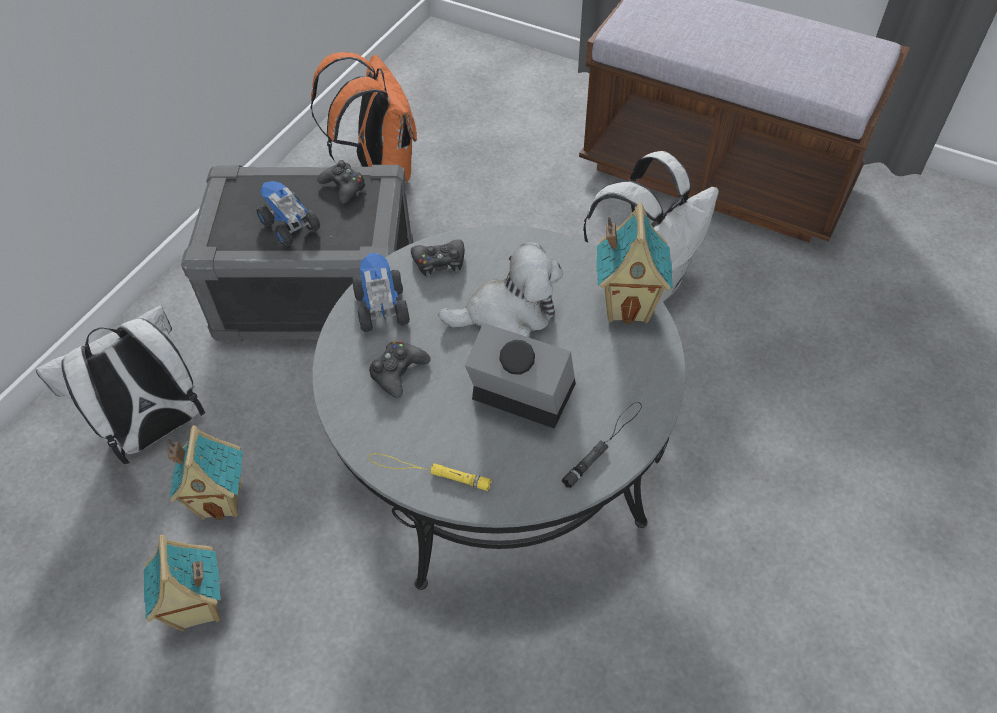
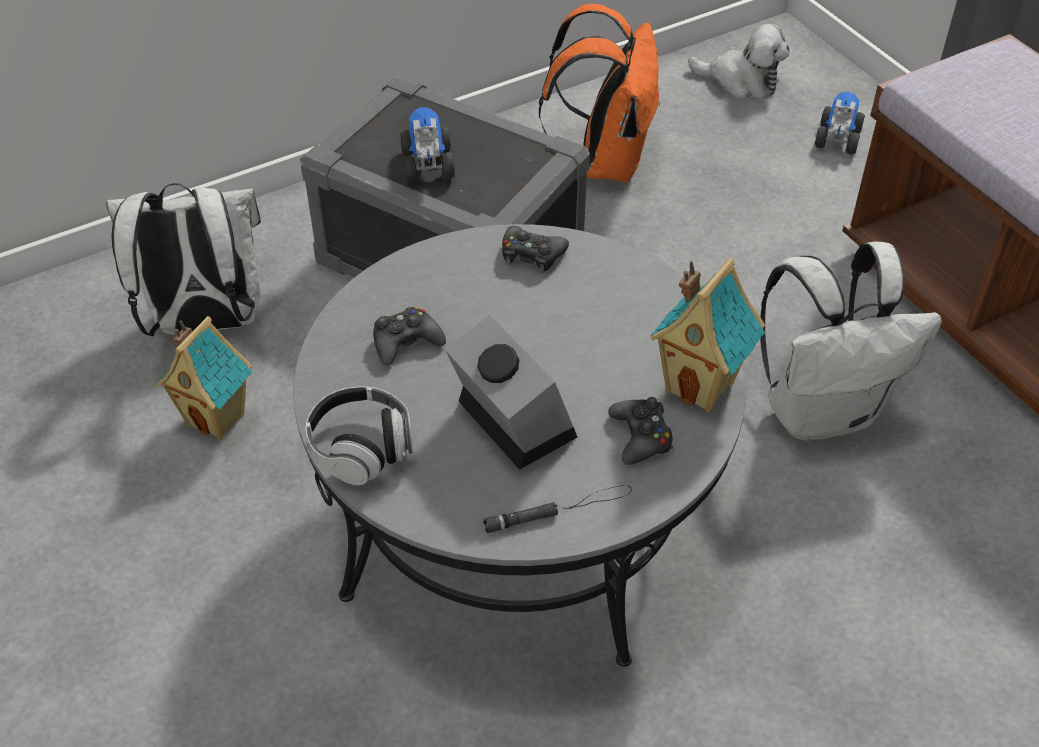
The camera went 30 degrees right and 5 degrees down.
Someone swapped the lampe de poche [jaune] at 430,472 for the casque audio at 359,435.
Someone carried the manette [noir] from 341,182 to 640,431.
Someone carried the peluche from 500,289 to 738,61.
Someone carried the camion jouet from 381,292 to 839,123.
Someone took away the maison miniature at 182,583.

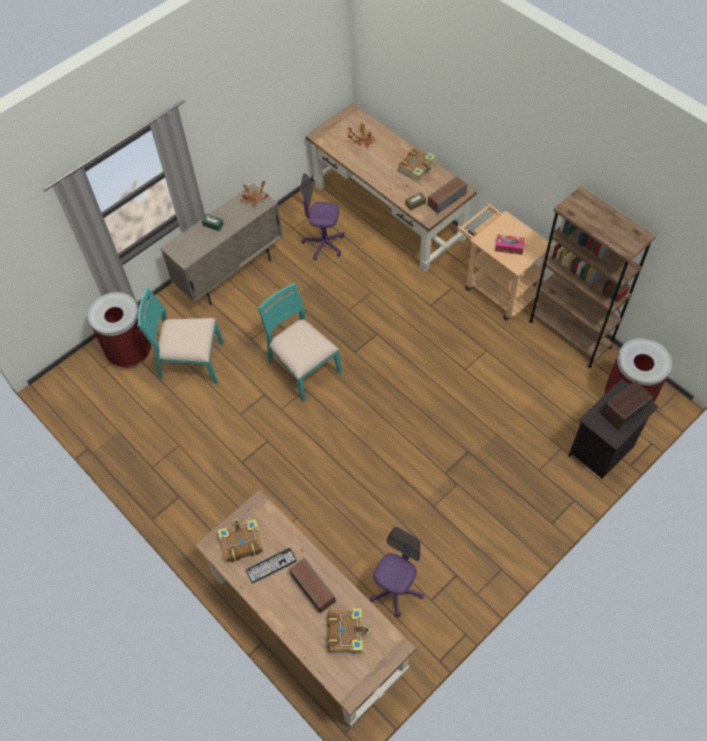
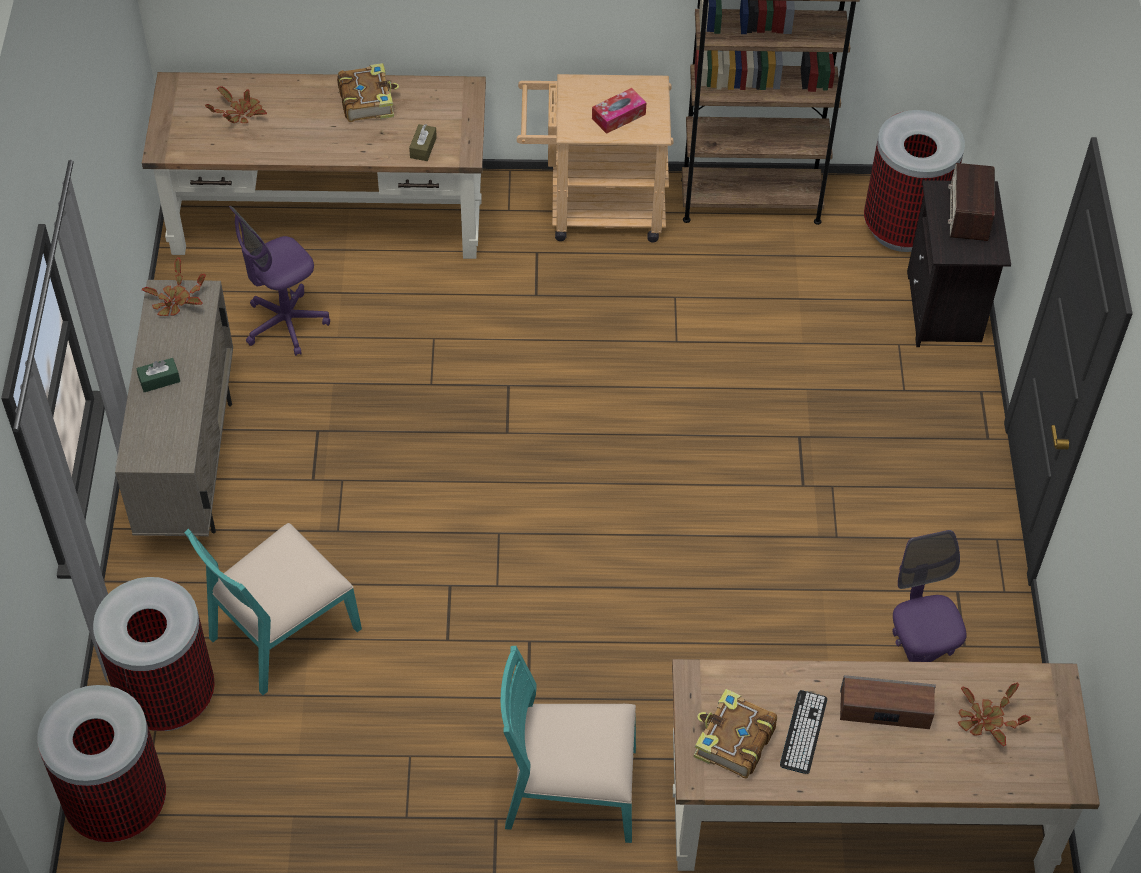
The camera went 50 degrees left and 5 degrees down.
Someone put down the poubelle at 101,763.
Someone carried the chaise [turquoise] from 300,342 to 568,744.
Someone swapped the livre at 349,631 for the plante en pot at 994,714.
Someone took away the enceinte at 447,195.

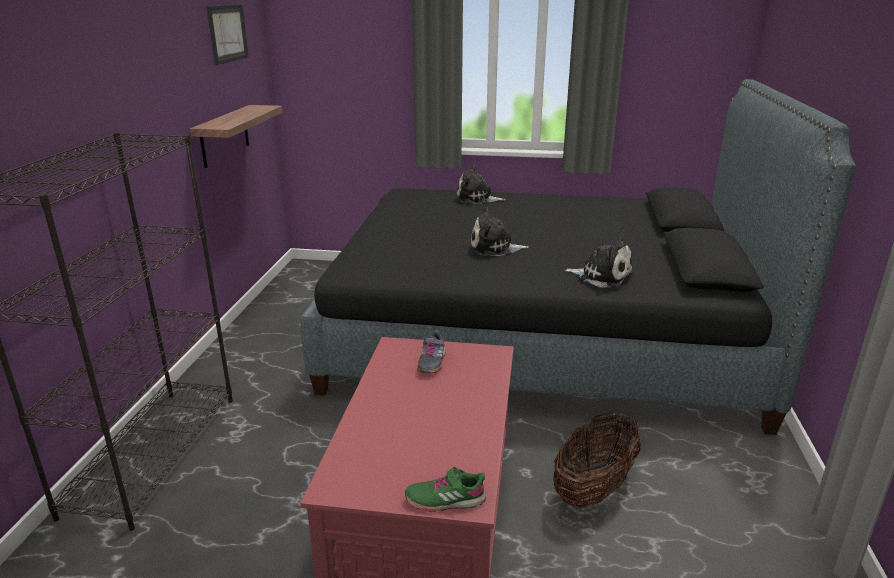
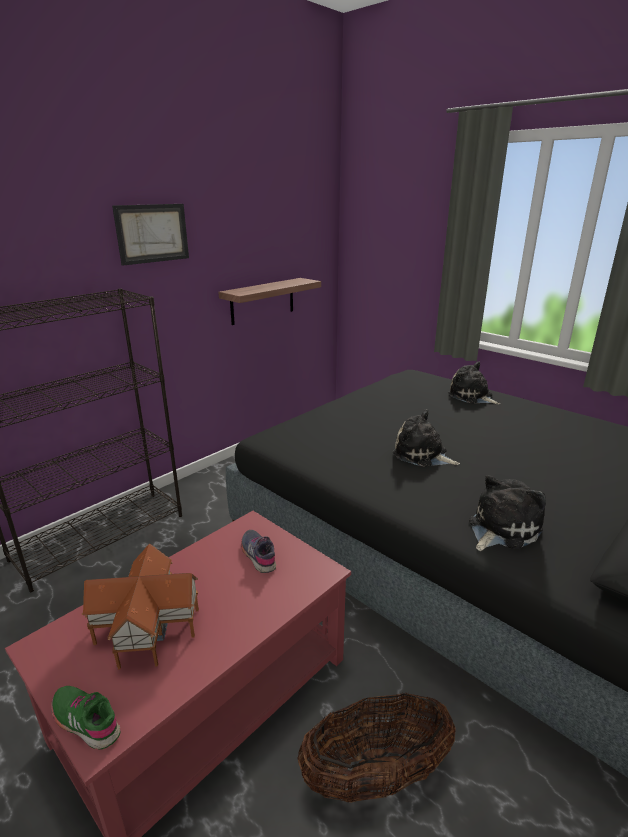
The camera went 35 degrees right and 0 degrees up.
Someone put down the maison miniature at 140,606.
Someone carried the tableau from 228,34 to 150,235.
Someone rotated the chaussure [gris] at 431,351 by 105 degrees clockwise.
Someone rotated the peluche at 599,262 by 105 degrees counterclockwise.

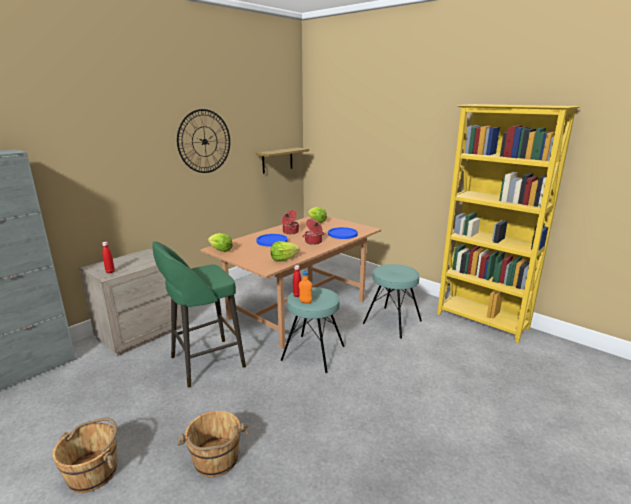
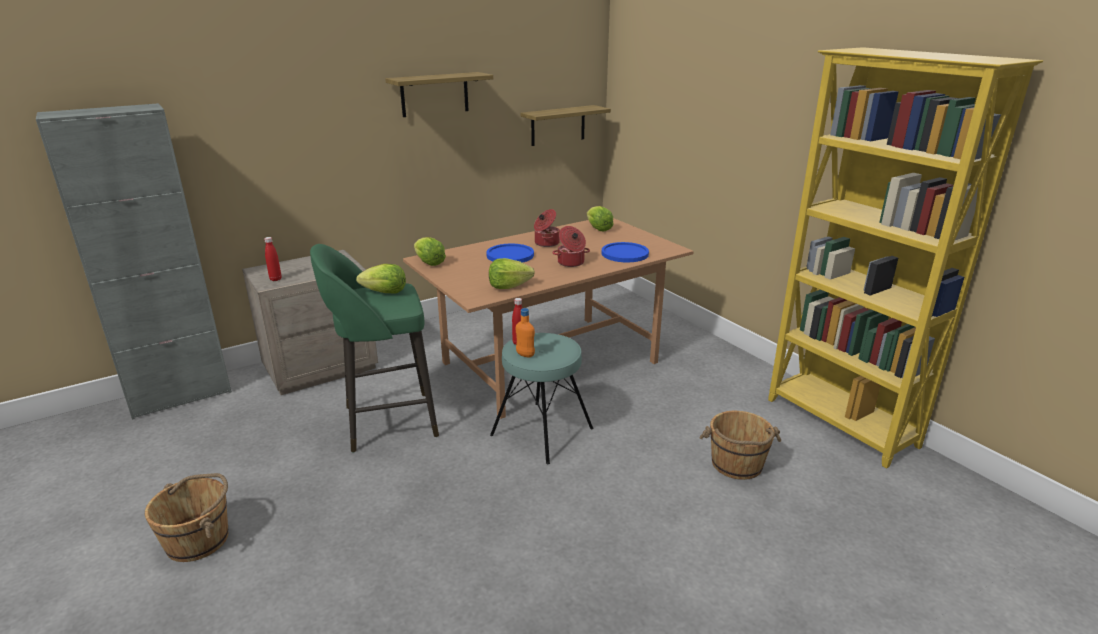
The camera went 15 degrees right and 5 degrees up.
Someone put down the laitue at 381,278.
Someone swapped the horloge murale at 203,141 for the étagère at 439,94.
Someone carried the seau [marron] from 213,444 to 740,445.
Someone took away the tabouret [turquoise] at 392,301.

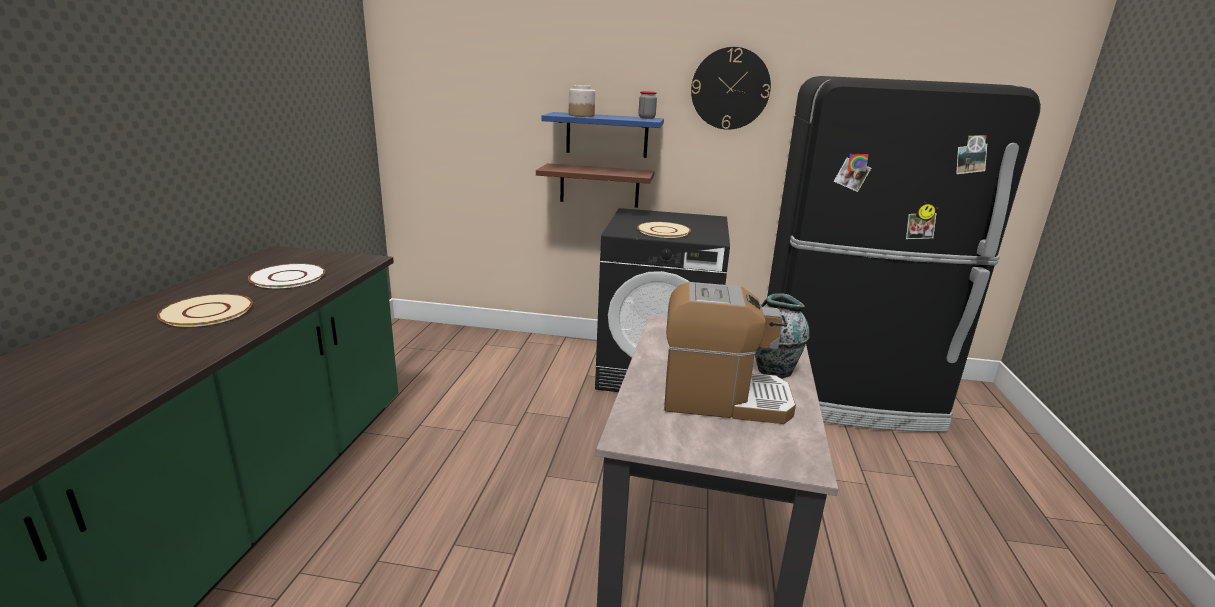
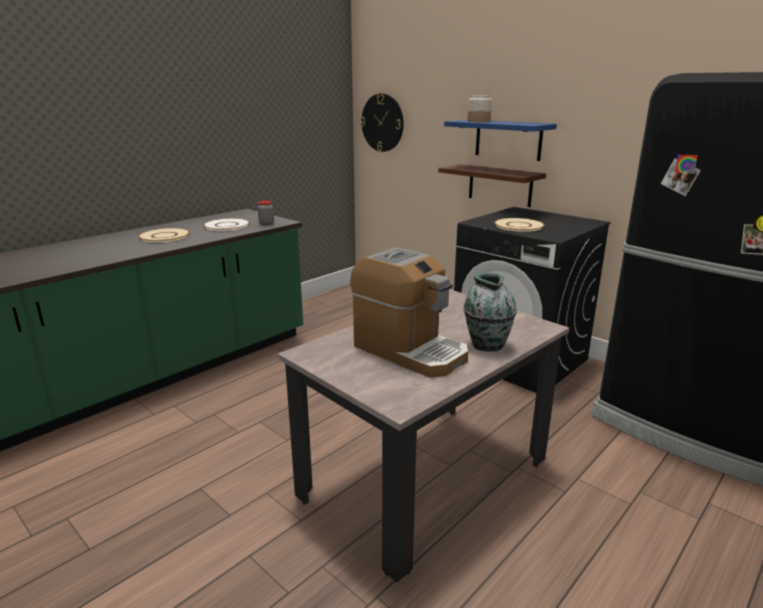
The camera went 35 degrees right and 0 degrees up.
Someone carried the bocal from 647,105 to 266,213.
Someone carried the horloge murale from 731,88 to 382,122.

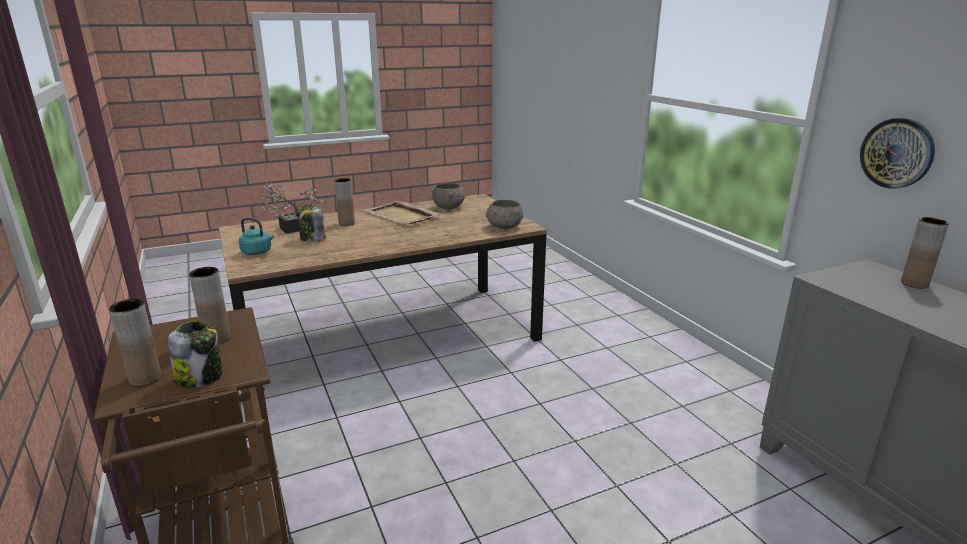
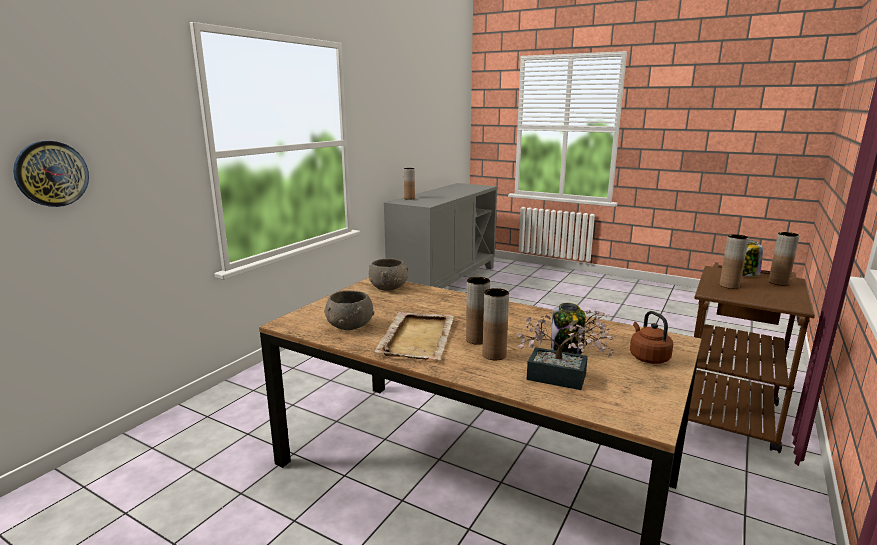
The camera went 125 degrees left and 5 degrees down.
Someone carried the horloge murale from 897,153 to 51,174.
Someone put down the vase [marron] at 478,311.
Someone repainted the bouilloire [turquoise] at 256,236, which became the bouilloire [marron] at 651,337.

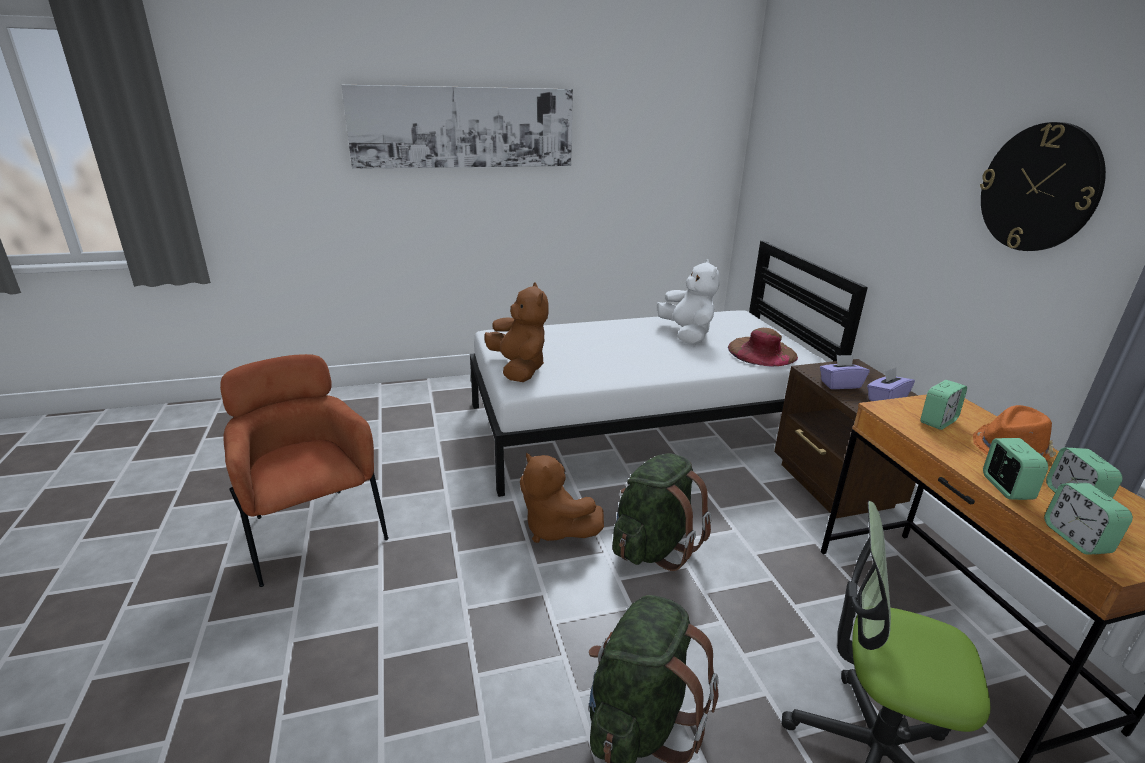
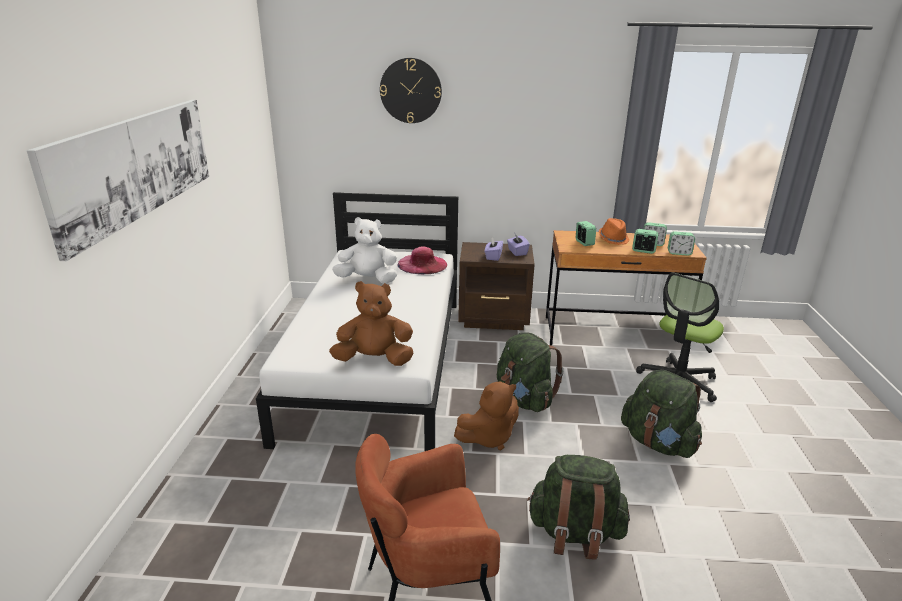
The camera went 70 degrees left and 0 degrees up.
Someone carried the horloge murale from 1043,186 to 411,90.
Someone repainted the chapeau [marron] at 763,347, which became the chapeau [rose] at 422,260.
Someone put down the sac à dos [vert] at 578,507.

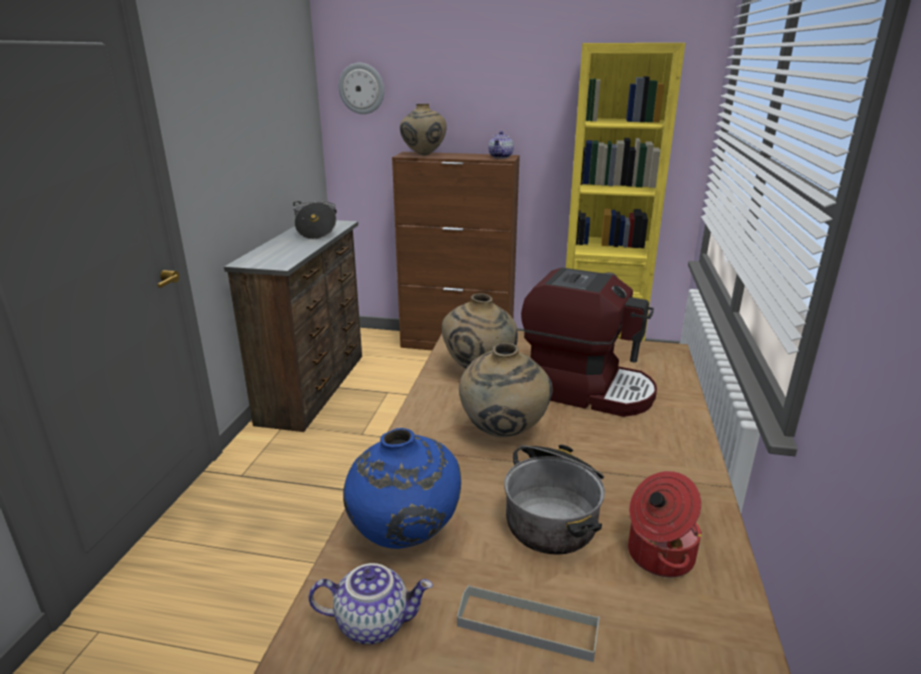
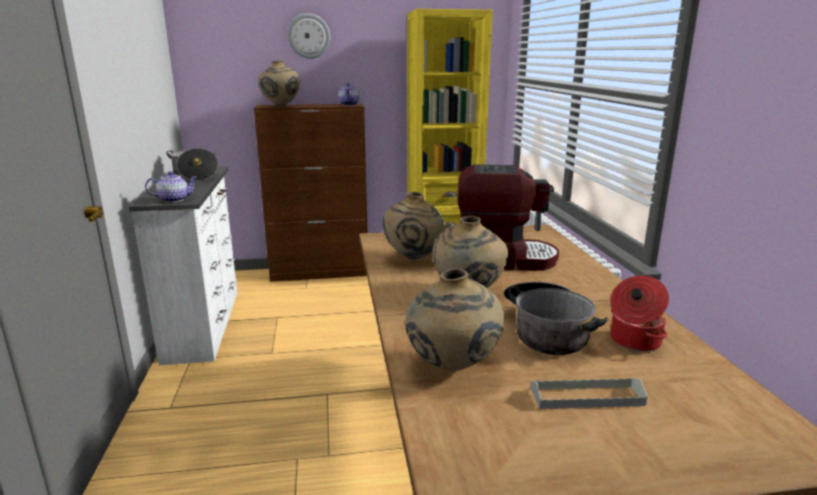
The camera went 20 degrees left and 5 degrees down.
Someone repainted the commode [marron] at 293,326, which became the commode [blanc] at 183,266.
Someone carried the théière from 371,603 to 171,186.
Someone carried the horloge murale from 361,88 to 309,36.
Someone repainted the vase [bleu] at 402,488, which became the vase [beige] at 455,320.

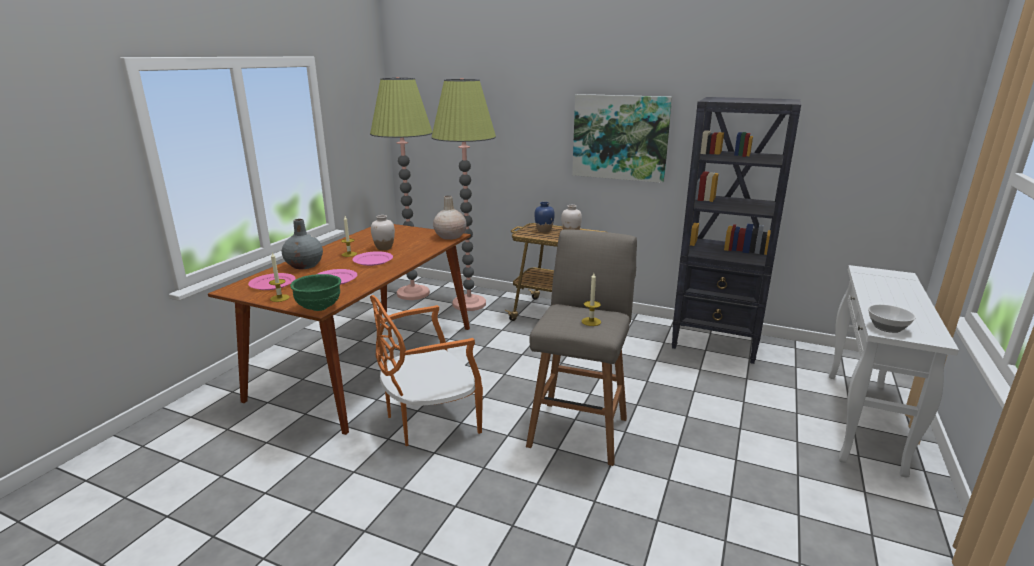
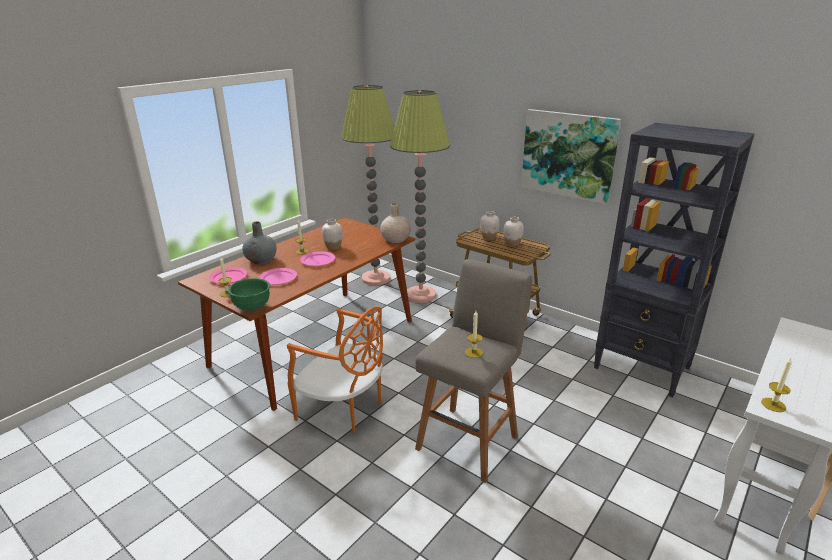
The camera went 15 degrees right and 5 degrees up.
Someone rotated the chaise [orange] at 426,370 by 135 degrees counterclockwise.
Someone repainted the vase [bleu] at 544,217, which became the vase [blanc] at 489,225.
Someone swapped the bol at 892,318 for the bougie at 776,384.

